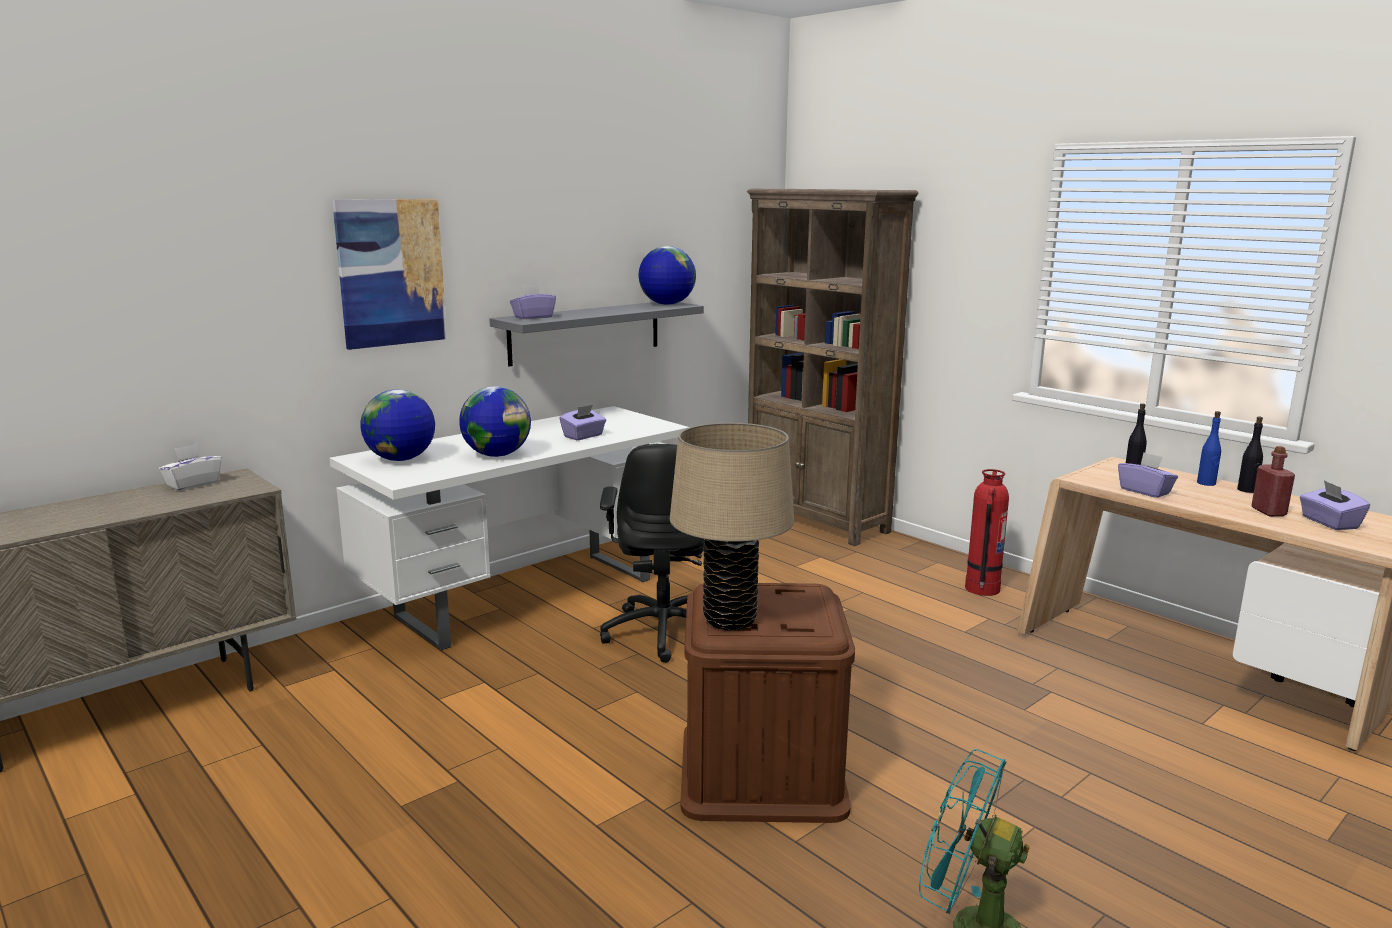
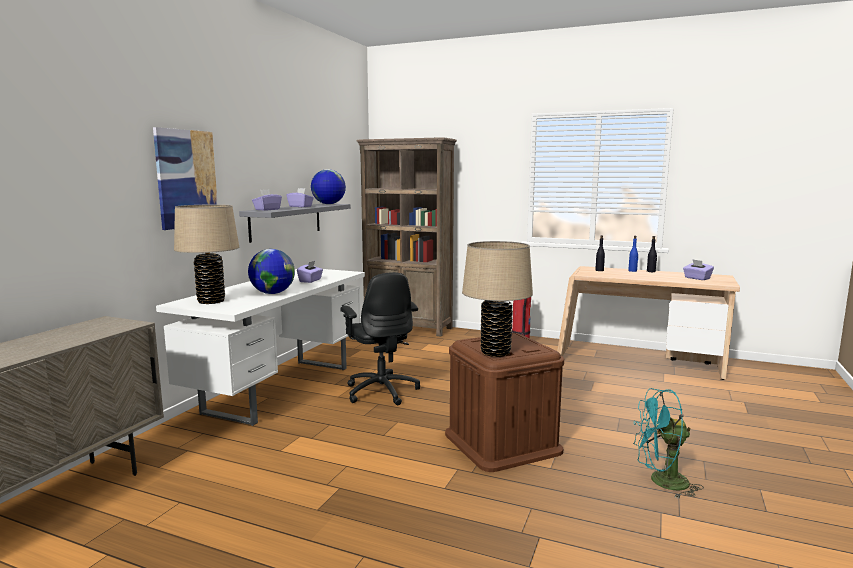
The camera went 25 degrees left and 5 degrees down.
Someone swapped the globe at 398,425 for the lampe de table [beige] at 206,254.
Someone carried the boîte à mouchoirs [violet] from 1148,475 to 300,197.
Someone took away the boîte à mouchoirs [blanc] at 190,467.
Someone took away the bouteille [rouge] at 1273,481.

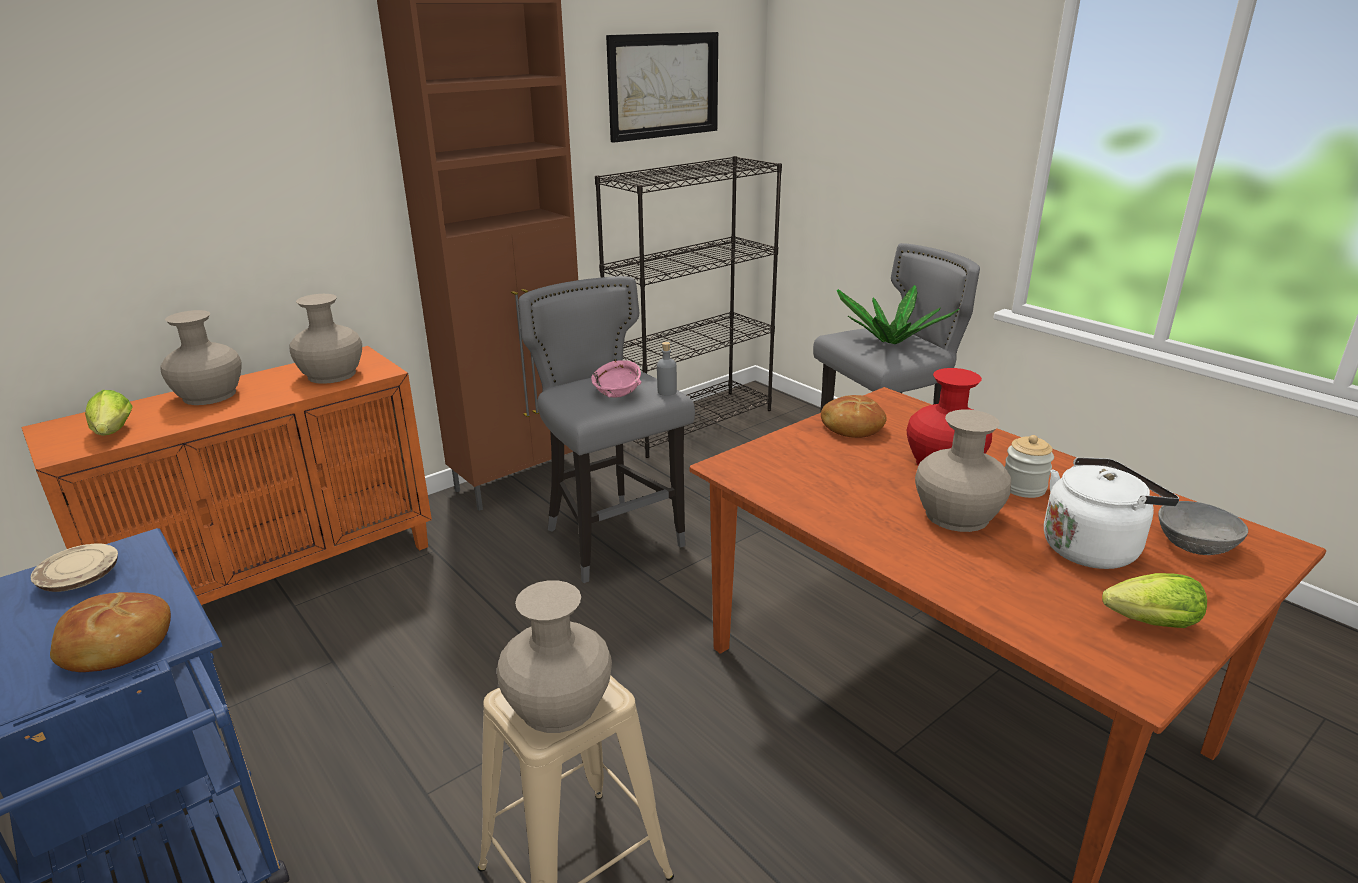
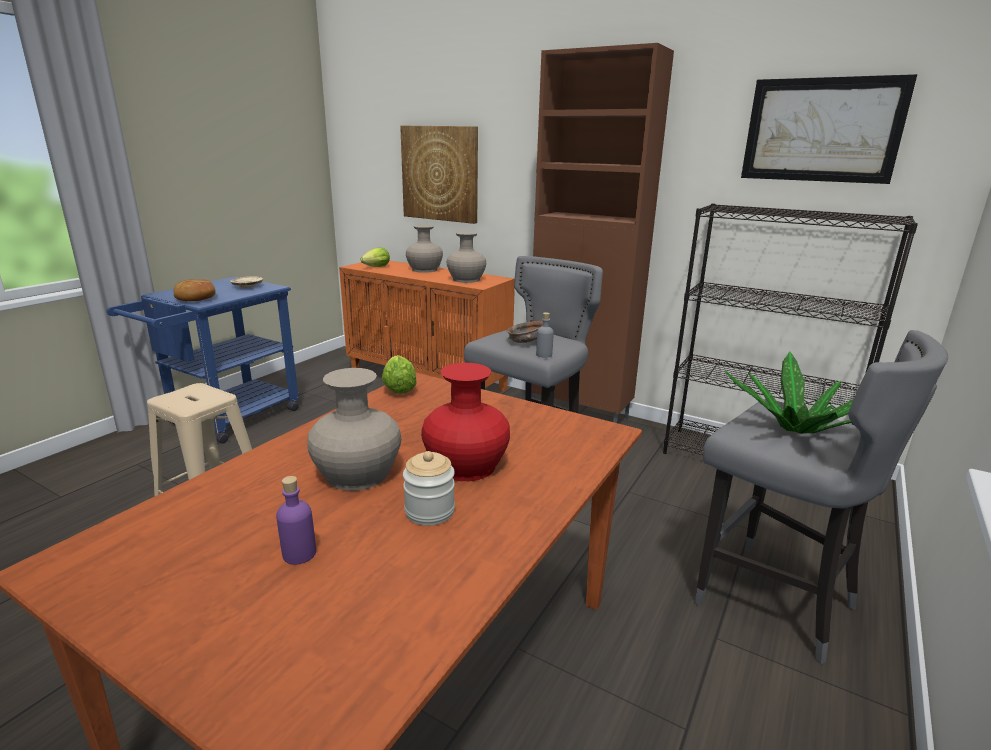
The camera went 70 degrees right and 5 degrees down.
Someone swapped the bouilloire [blanc] at 1111,513 for the bouteille [violet] at 296,520.
Someone carried the laitue from 1154,600 to 399,374.
Someone put up the tableau at 439,175.
Someone repainted the bol [rose] at 616,379, which became the bol [marron] at 525,332.
Someone took away the vase [beige] at 554,656.
Someone took away the pain at 854,416.
Someone took away the bol [gris] at 1203,528.

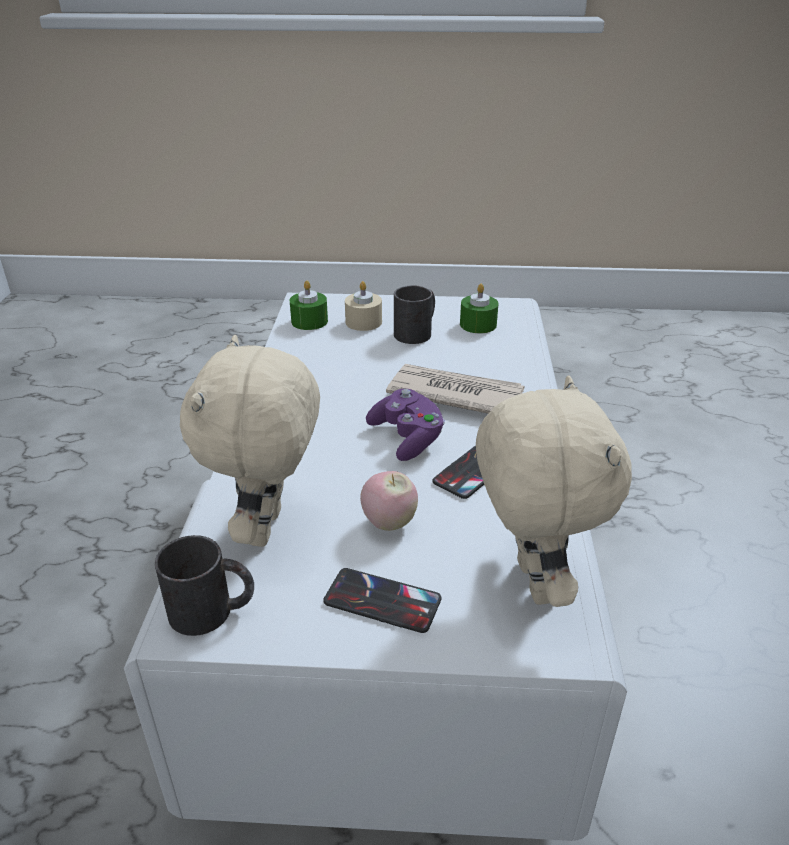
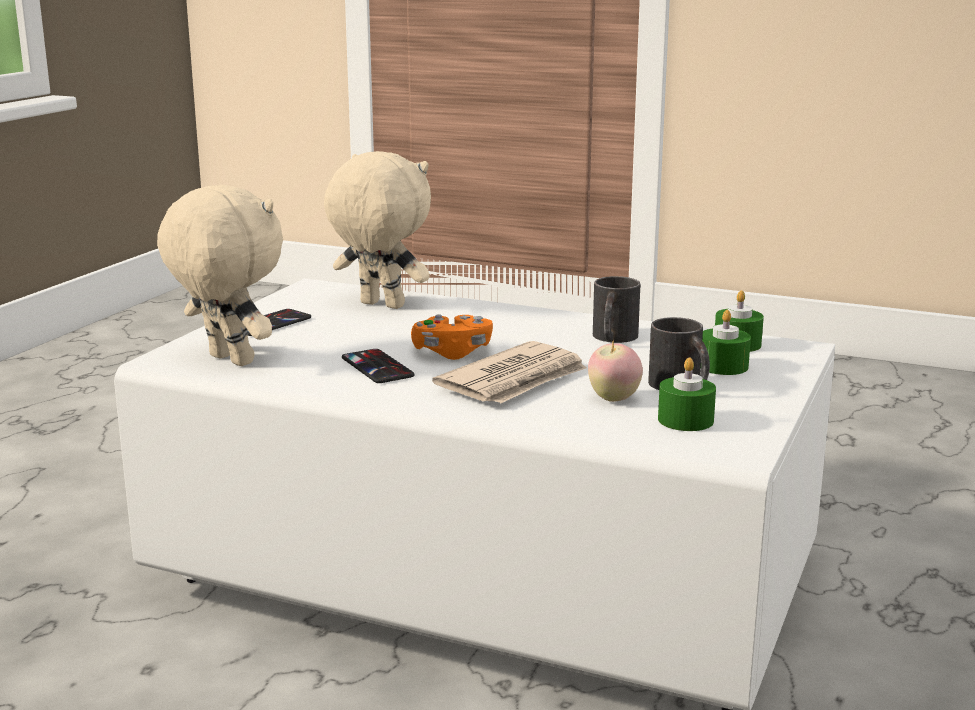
The camera went 110 degrees right and 15 degrees down.
Someone rotated the peluche [beige] at 554,491 by 150 degrees counterclockwise.
Someone repainted the manette [violet] at 405,425, which became the manette [orange] at 452,337.
Someone carried the pomme from 389,501 to 615,370.
Someone carried the mug [noir] from 204,585 to 616,309.
Someone repainted the bougie [beige] at 363,306, which became the bougie [vert] at 726,342.

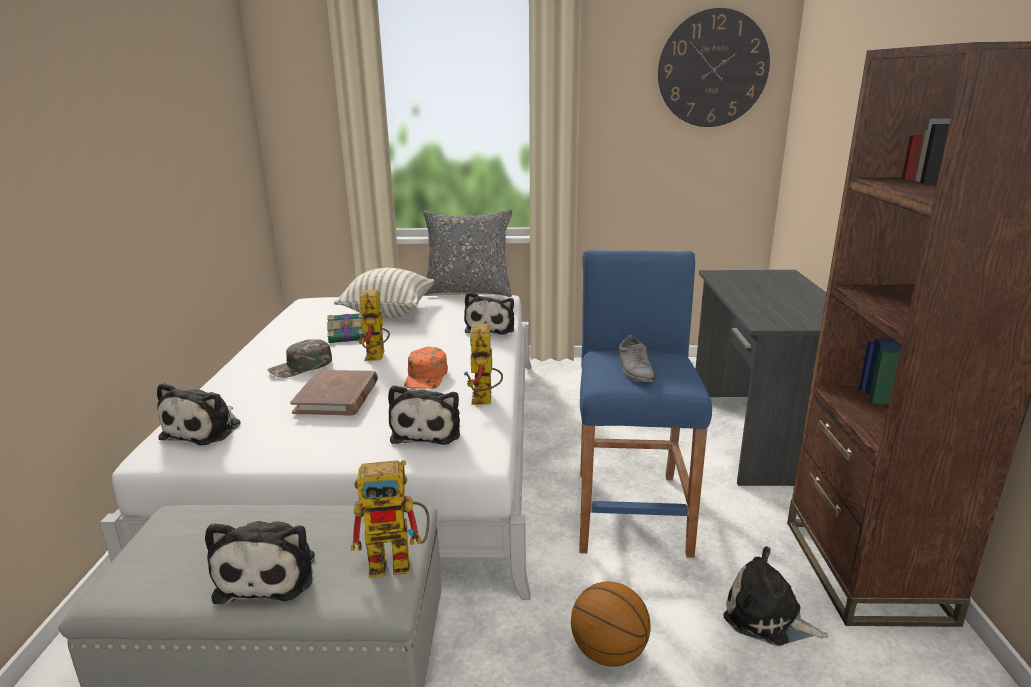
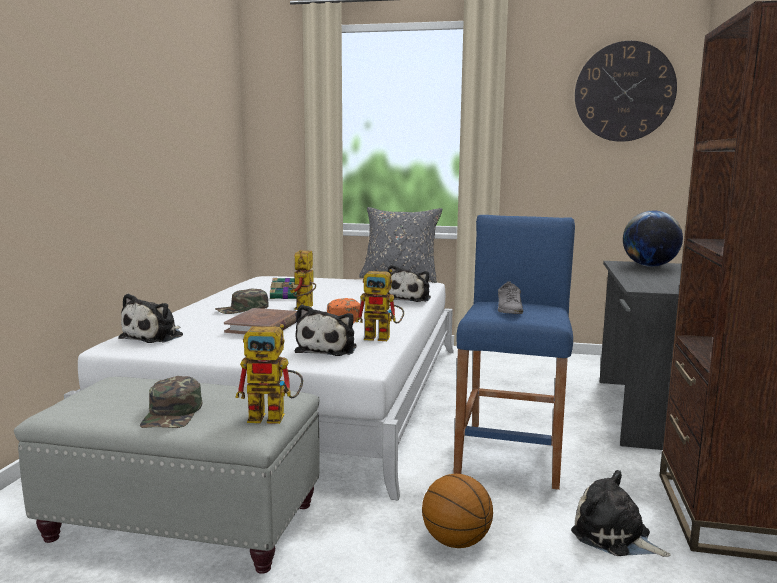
The camera went 10 degrees right and 10 degrees down.
Someone swapped the peluche at 260,562 for the casquette [vert] at 171,402.
Someone rotated the robot jouet at 483,364 by 90 degrees counterclockwise.
Someone put down the globe at 653,238.
Someone took away the coussin at 384,293.

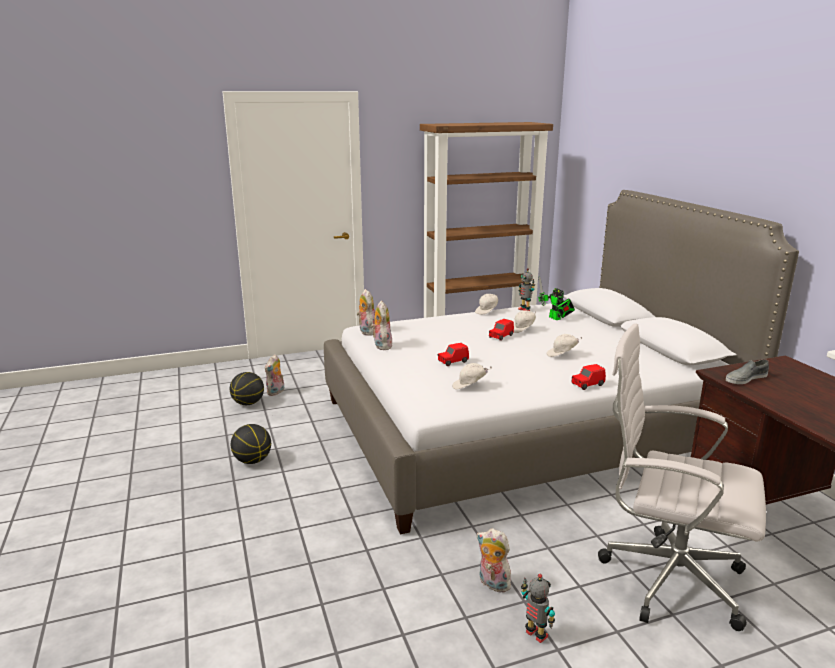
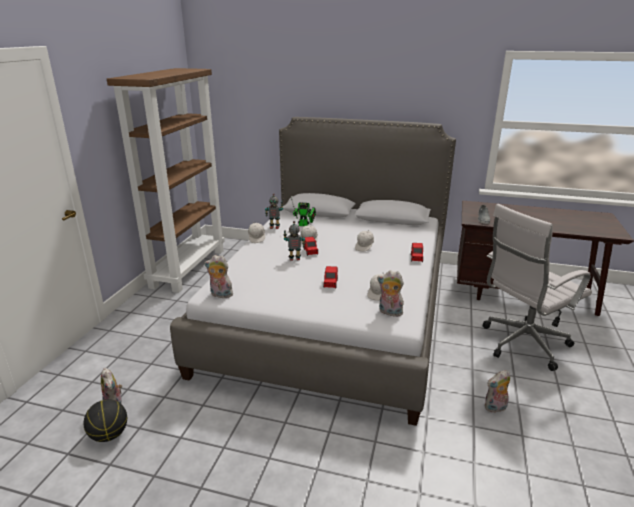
The camera went 55 degrees left and 5 degrees up.
Someone carried the robot jouet from 538,608 to 294,241.
Someone carried the peluche from 382,325 to 390,293.
Someone took away the ballon de basket at 251,444.

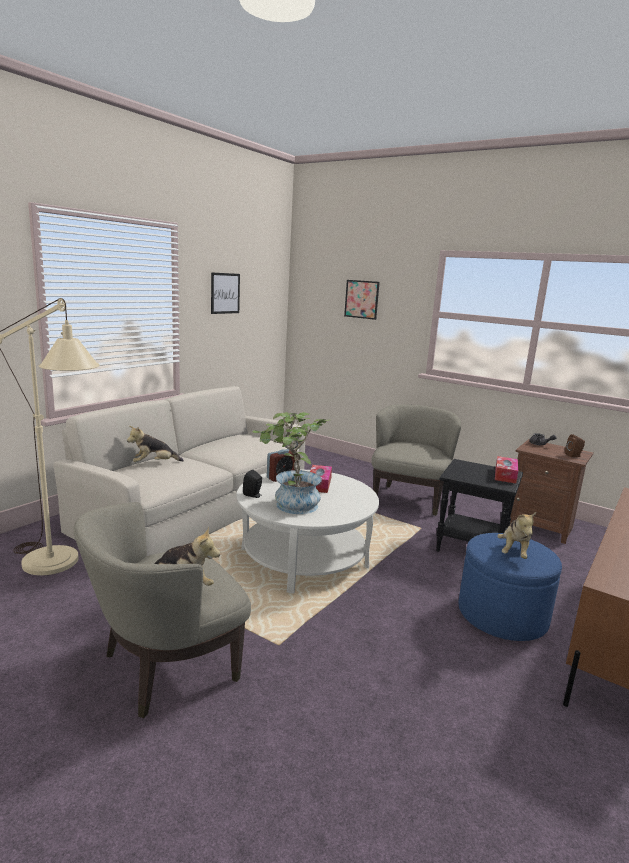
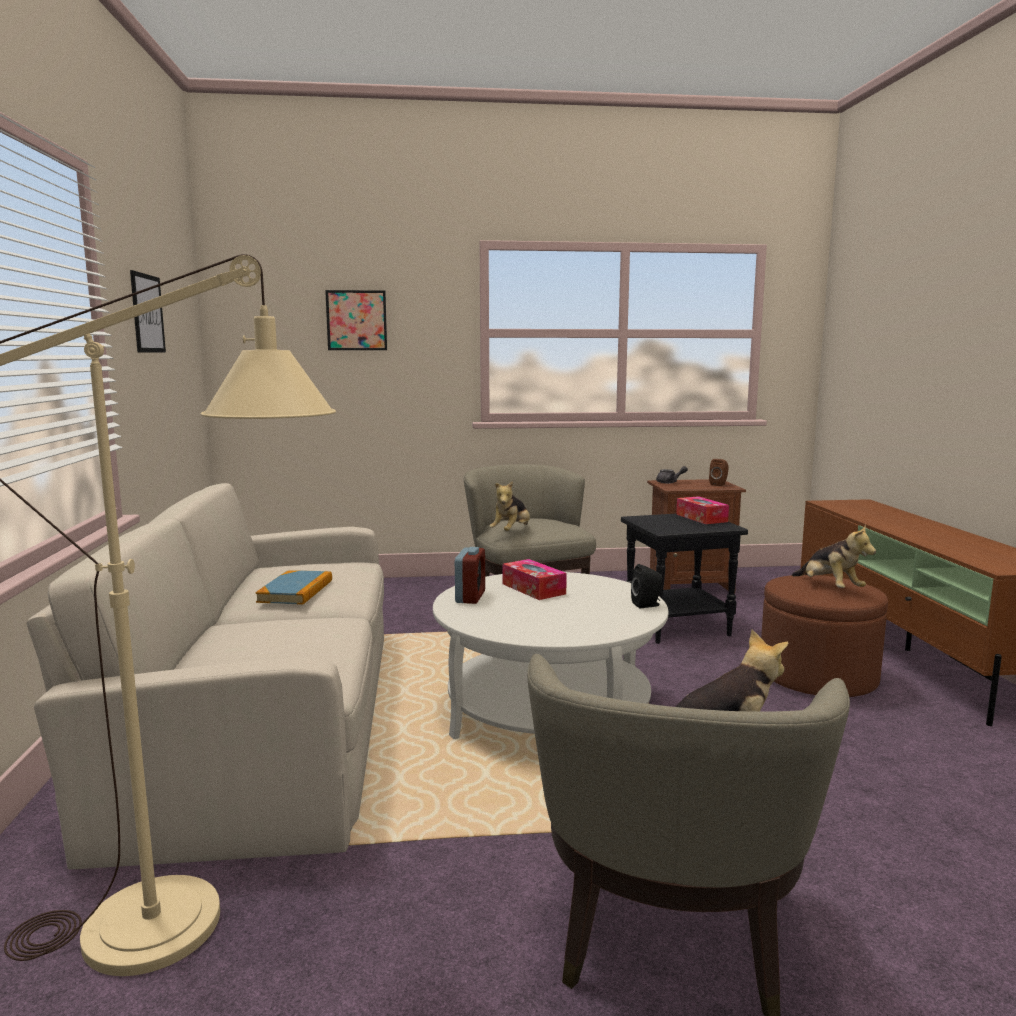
The camera went 40 degrees left and 5 degrees down.
Someone put down the livre at 293,587.
Someone carried the peluche from 155,444 to 509,506.
Someone carried the enceinte [noir] from 252,483 to 646,586.
Someone repainted the pouf [bleu] at 510,587, which became the pouf [marron] at 824,636.
Someone took away the plante en pot at 291,463.

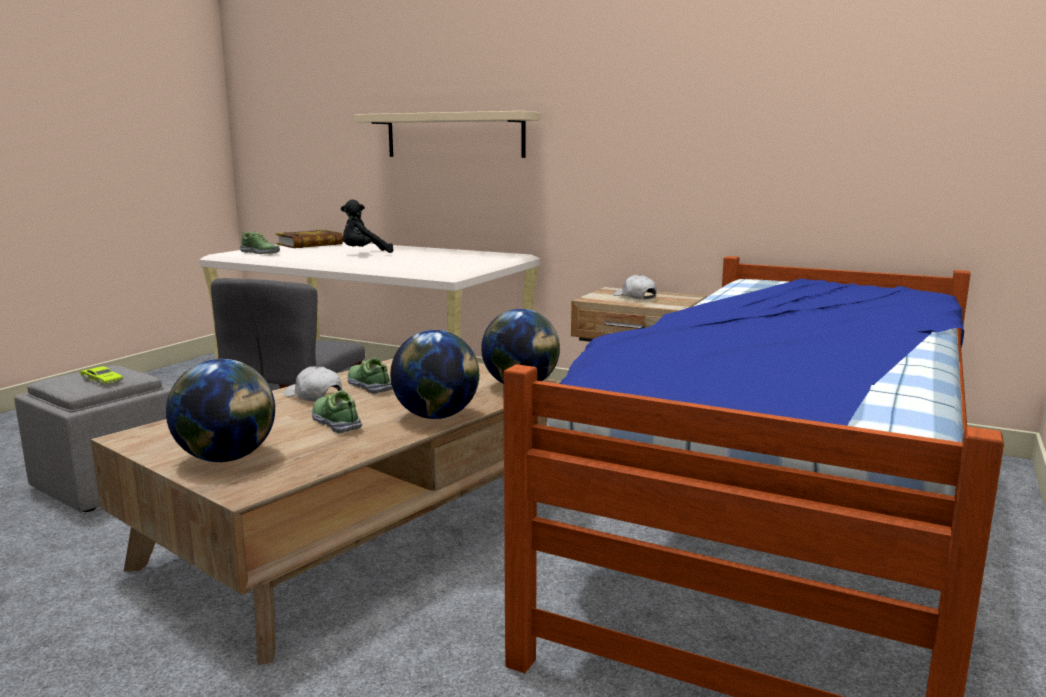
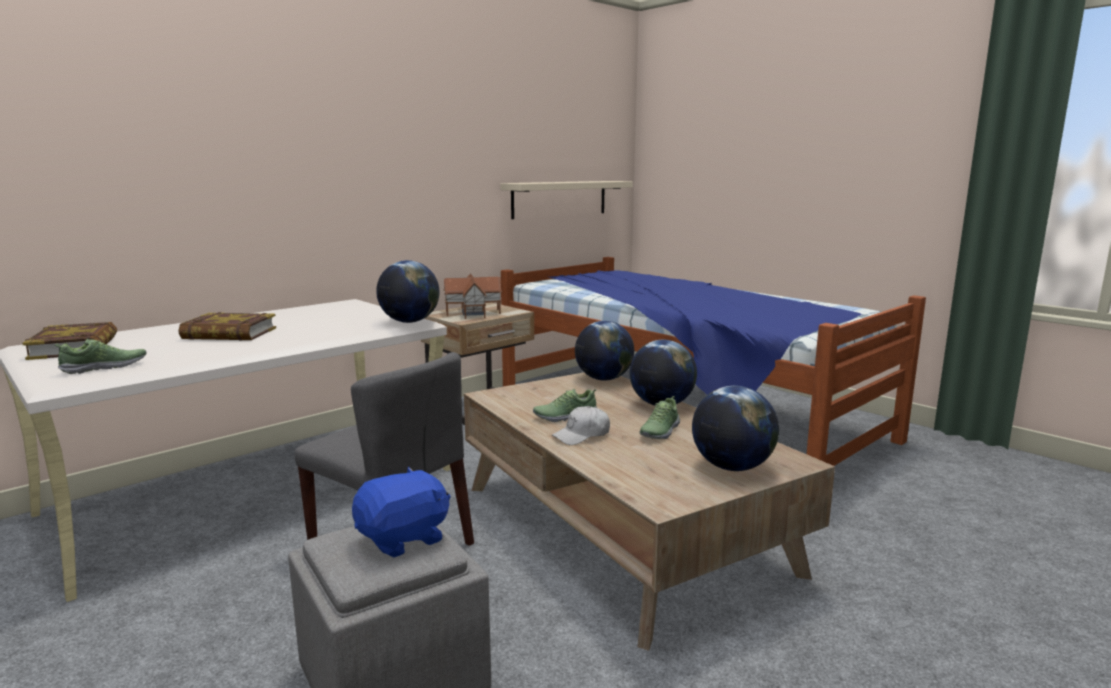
The camera went 70 degrees left and 0 degrees up.
Someone swapped the peluche [noir] at 367,226 for the livre at 227,326.
Someone swapped the petite voiture [vert] at 101,376 for the peluche [bleu] at 401,512.
Someone put down the globe at 407,291.
Someone swapped the casquette [blanc] at 635,287 for the maison miniature at 472,296.
Someone carried the étagère [beige] from 447,134 to 566,200.
Someone rotated the chaussure at 337,411 by 45 degrees counterclockwise.

